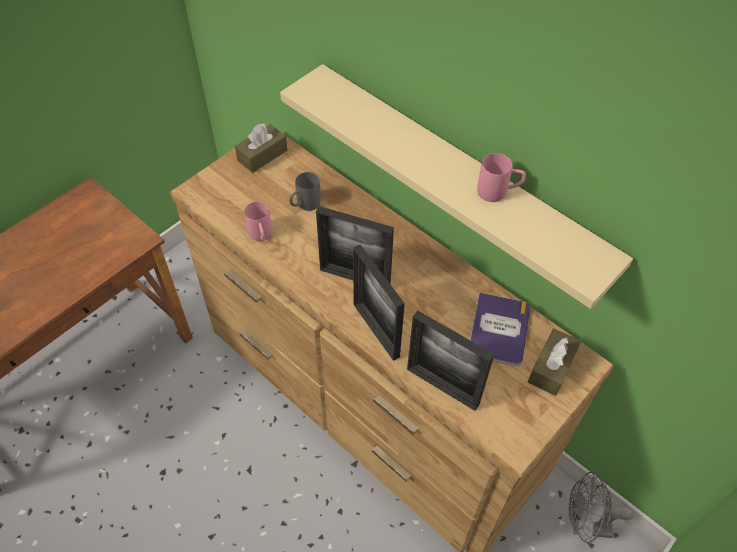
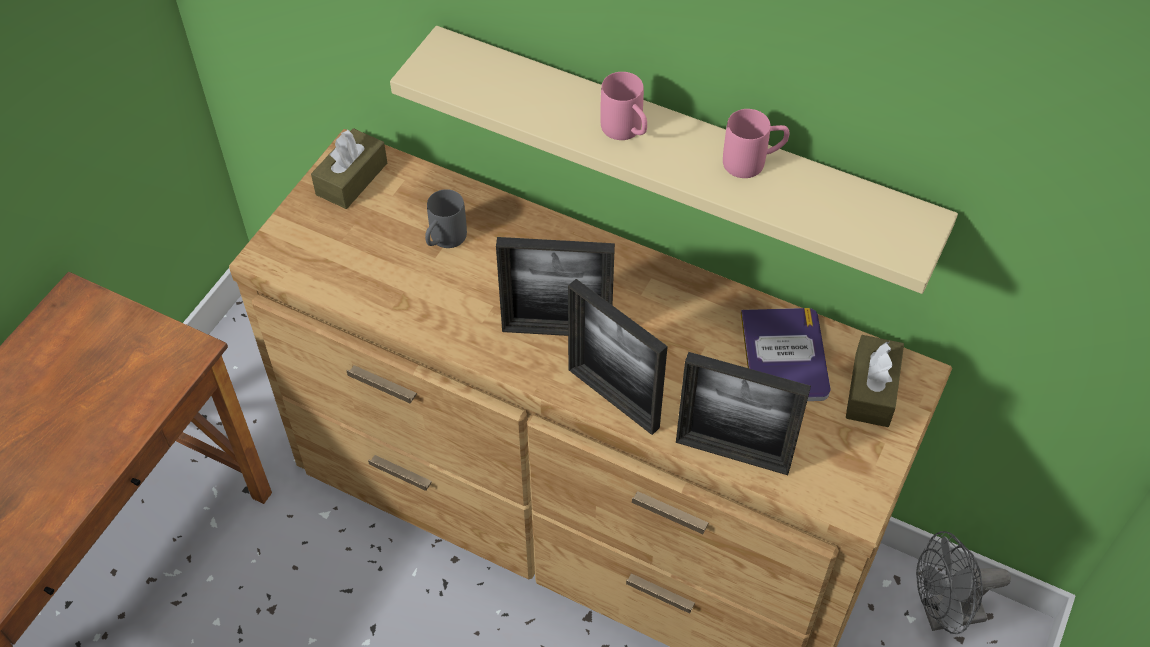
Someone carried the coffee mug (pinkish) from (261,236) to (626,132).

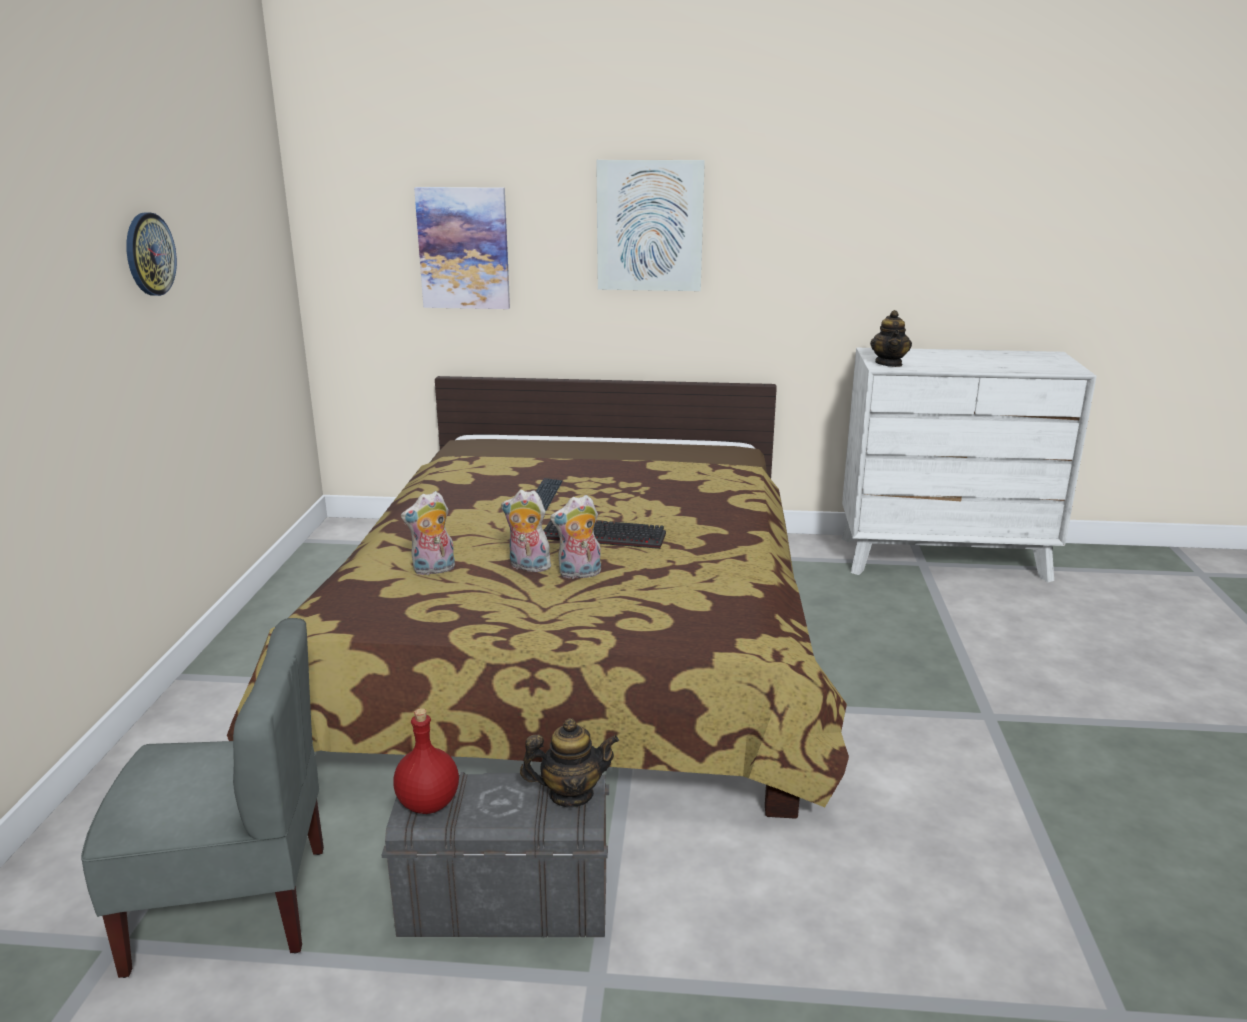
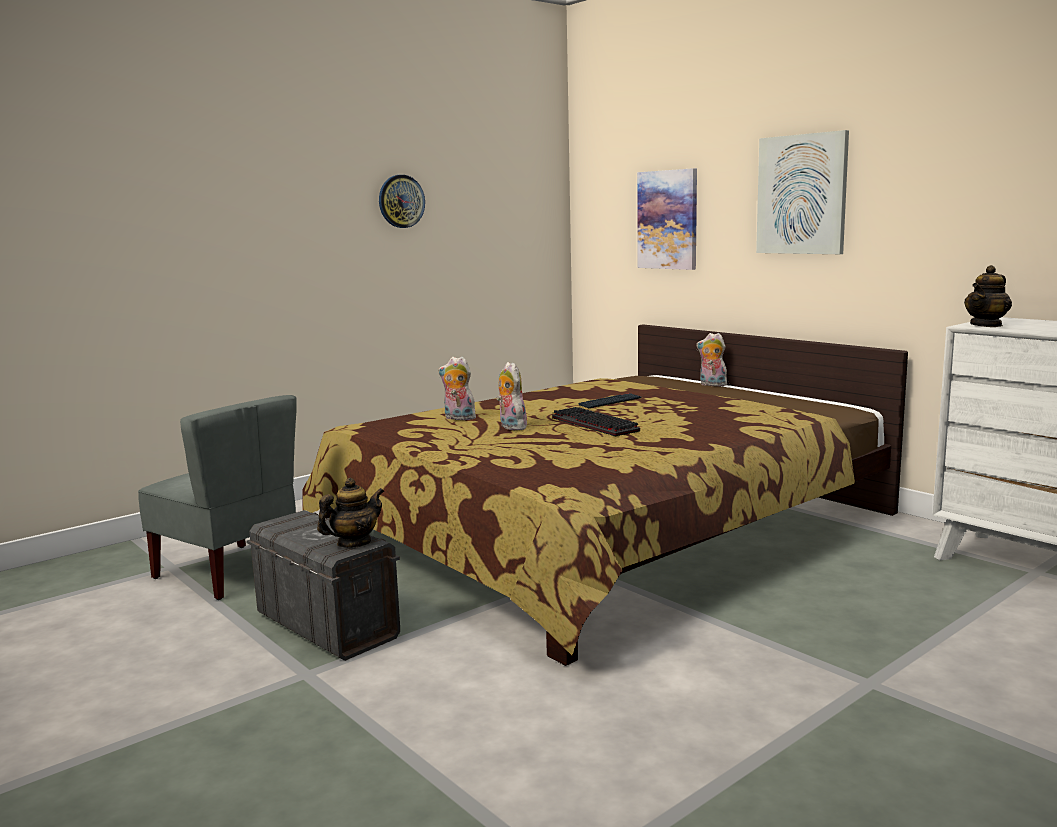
Someone carried the cuddly toy from (579,574) to (711,385).
Someone took away the beverage bottle (red-coloured) at (429,803).
Someone rotated the tea pot at (570,794) by 75 degrees counterclockwise.

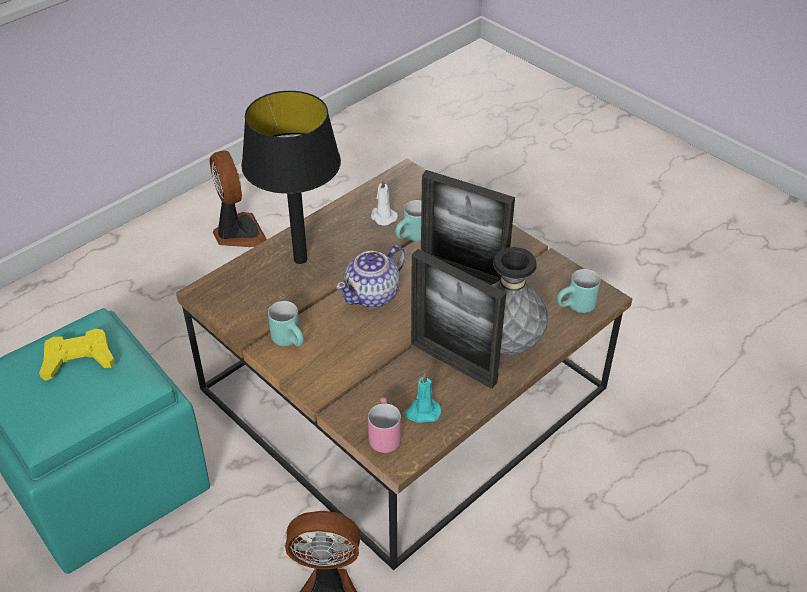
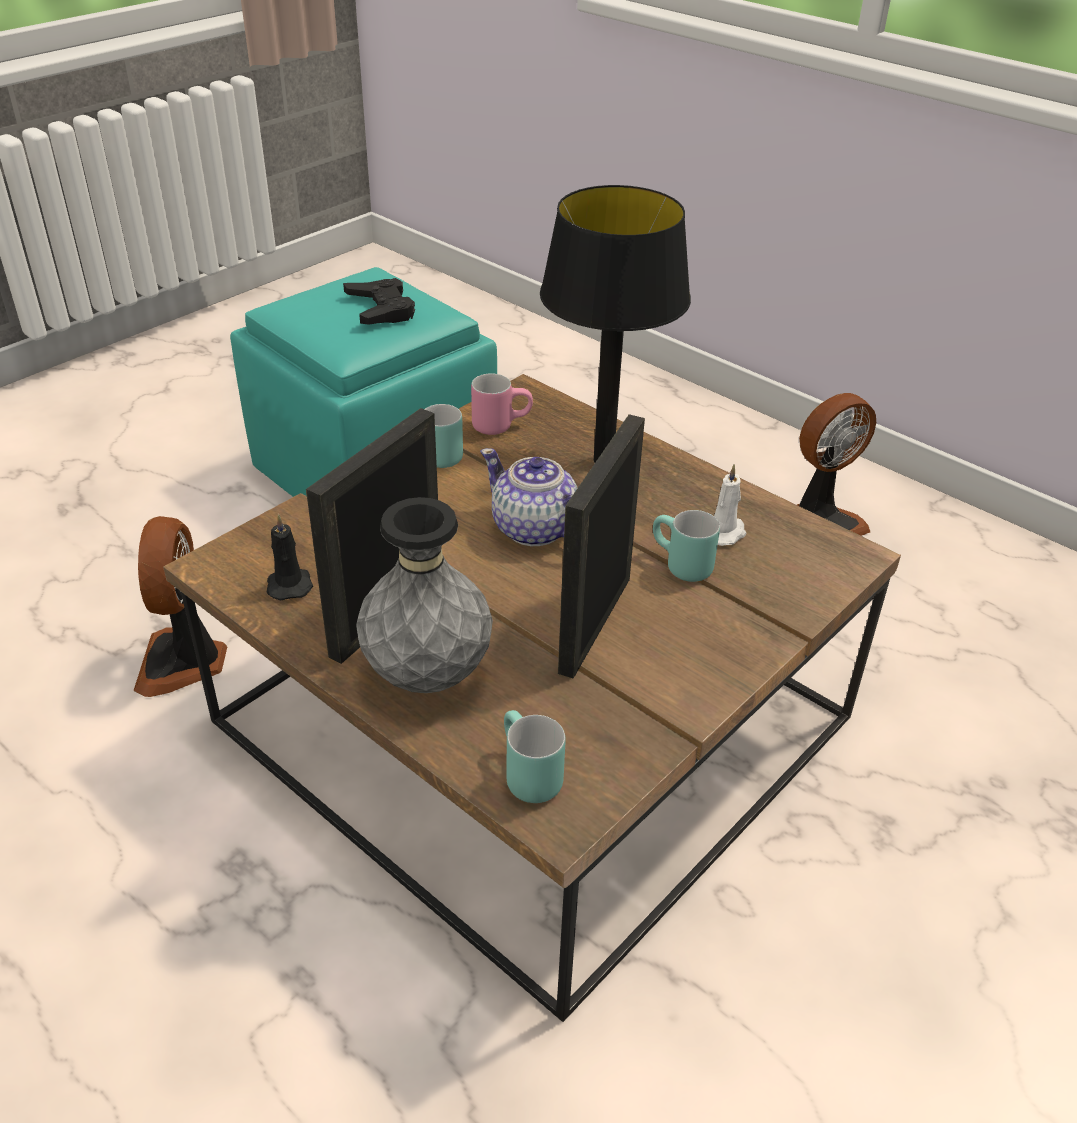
Someone repainted the joypad (yellowish) at (78,359), which became the joypad (blackish) at (381,309).
Someone repainted the wax light (turquoise) at (422,412), which became the wax light (blackish) at (289,584).
Someone carried the coffee mug (pinkish) from (382,435) to (500,424).

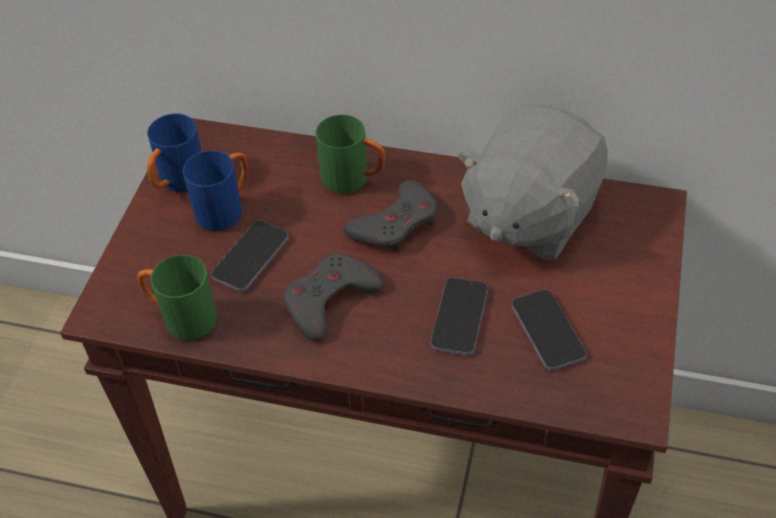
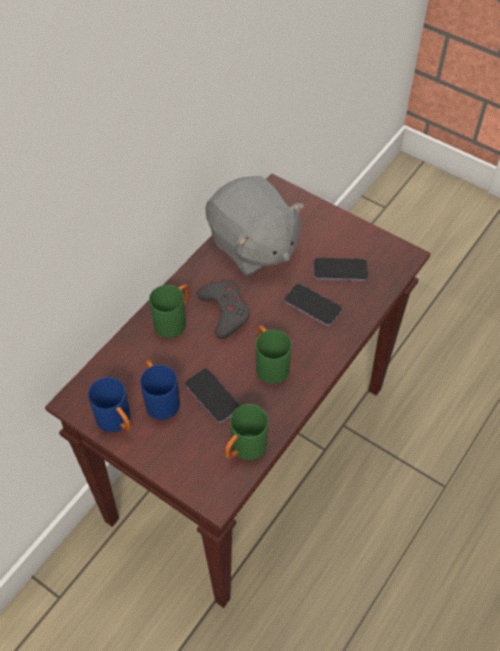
Someone swapped the joypad (greyish) at (330,300) for the coffee mug (green-coloured) at (269,364).

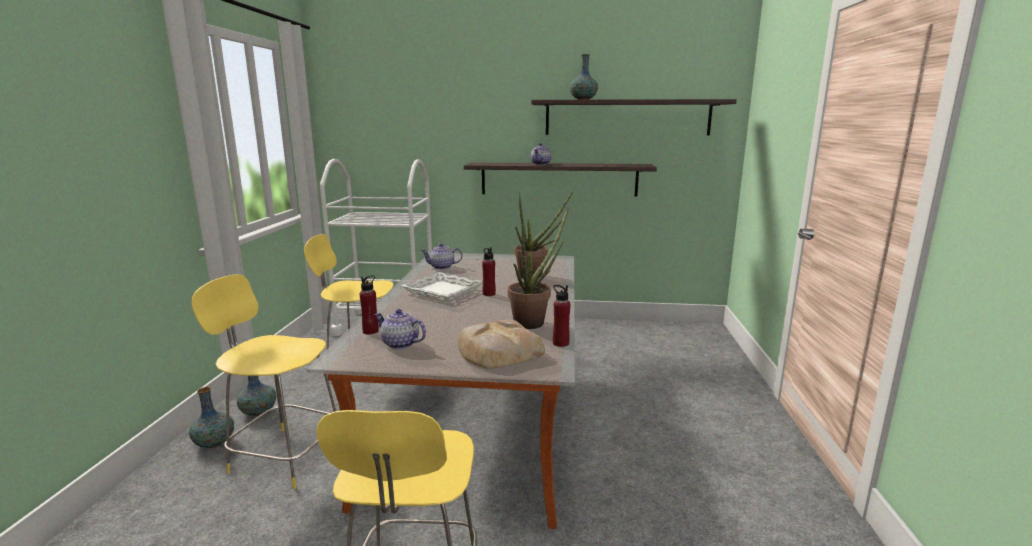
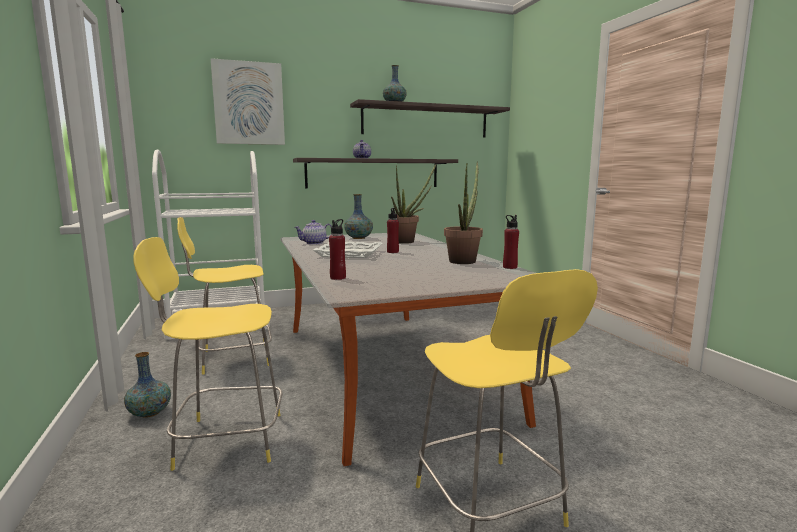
Someone took away the tea pot at (400,344).
Someone took away the bread at (498,351).
Someone carried the decorative vase from (214,443) to (358,238).
Someone put up the picture at (249,103).

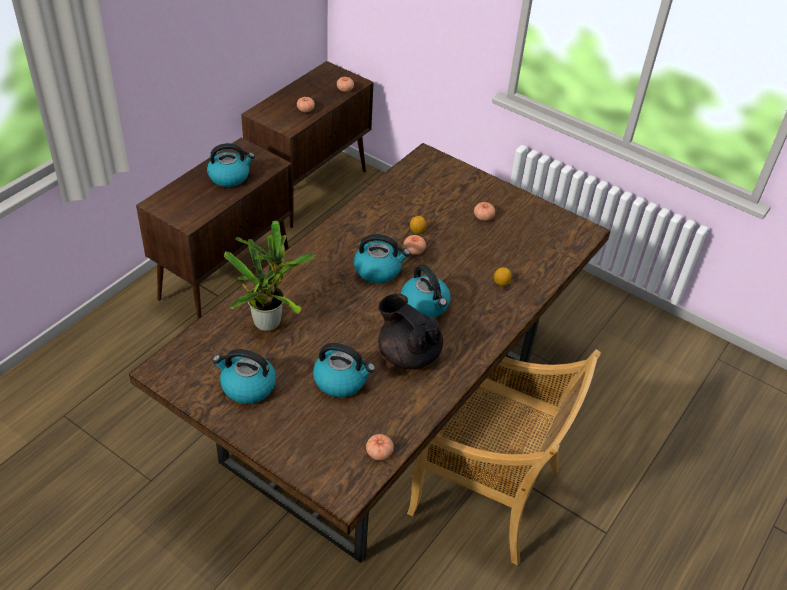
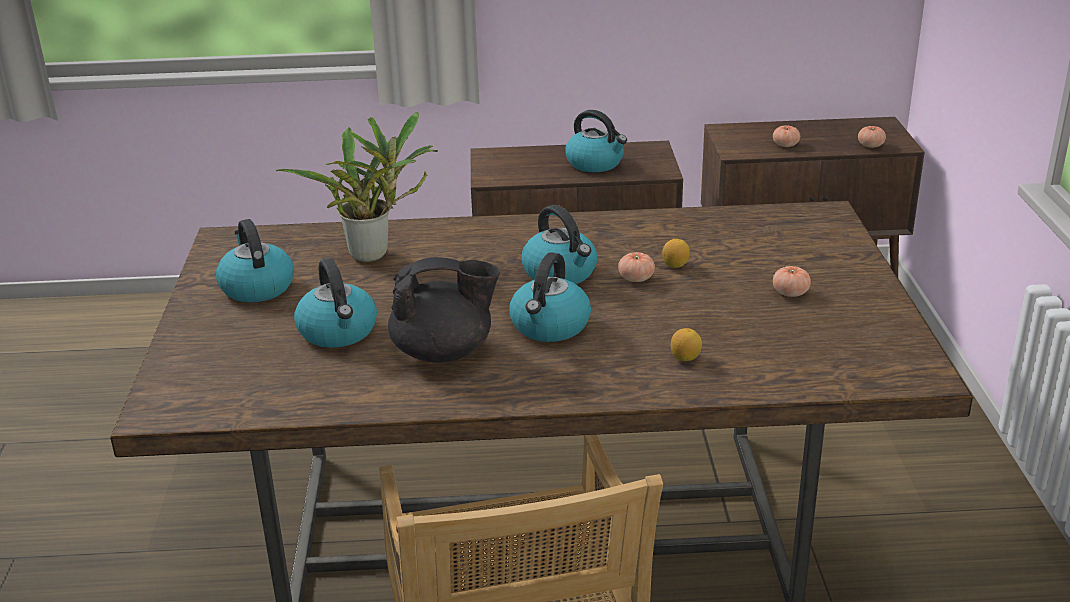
Someone rotated the tea pot (blackish) at (408,354) by 75 degrees clockwise.
Someone took away the fresh tomato at (379,452).

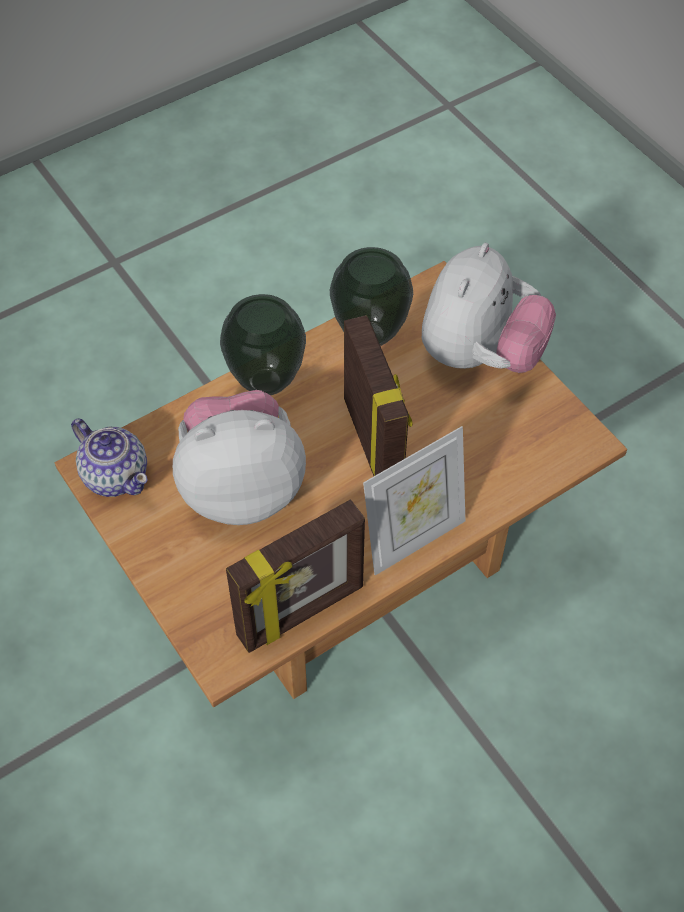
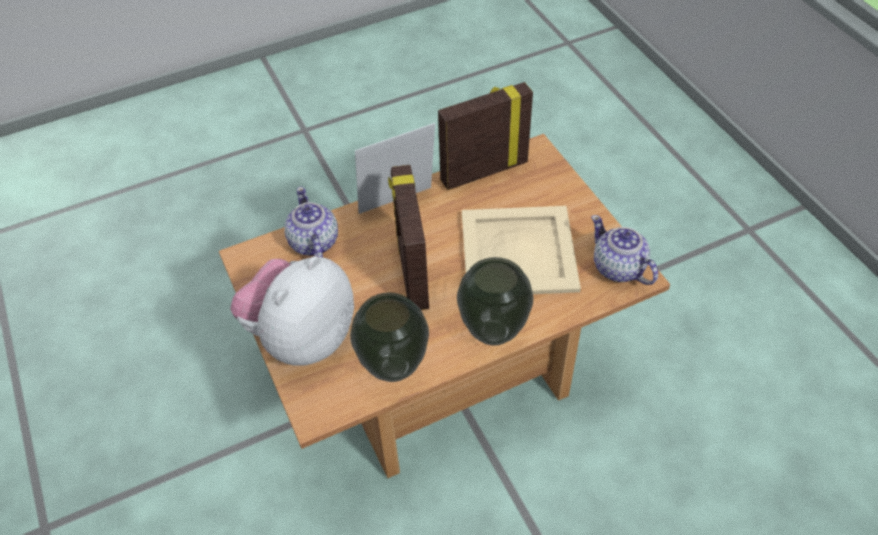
Someone swapped the cuddly toy at (241,487) for the carrying tray (beige) at (519,250).
Someone put down the tea pot at (313,243).

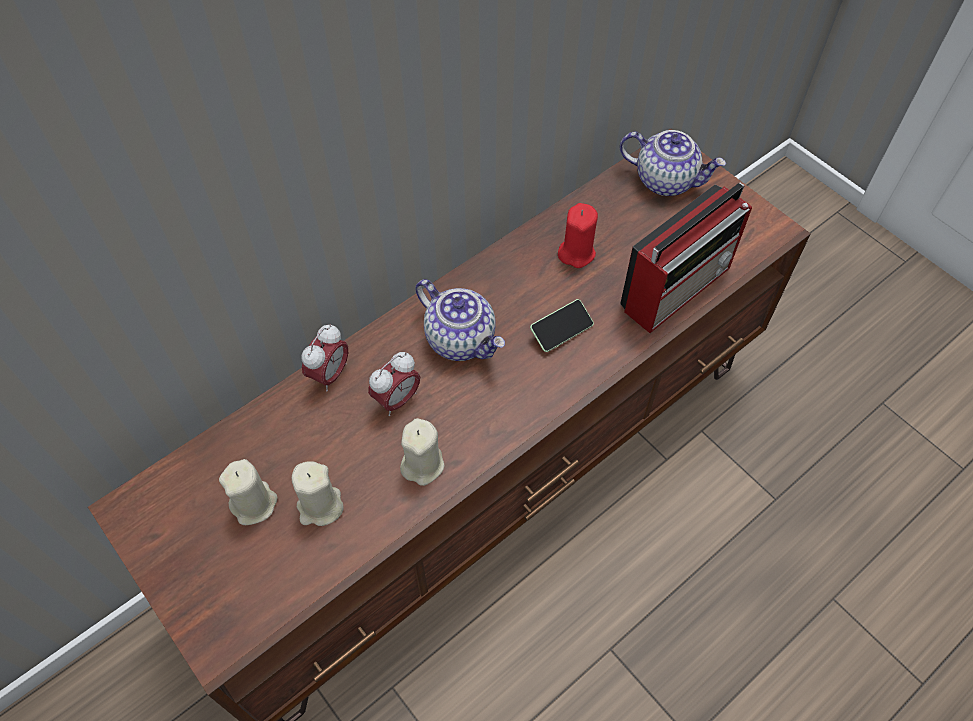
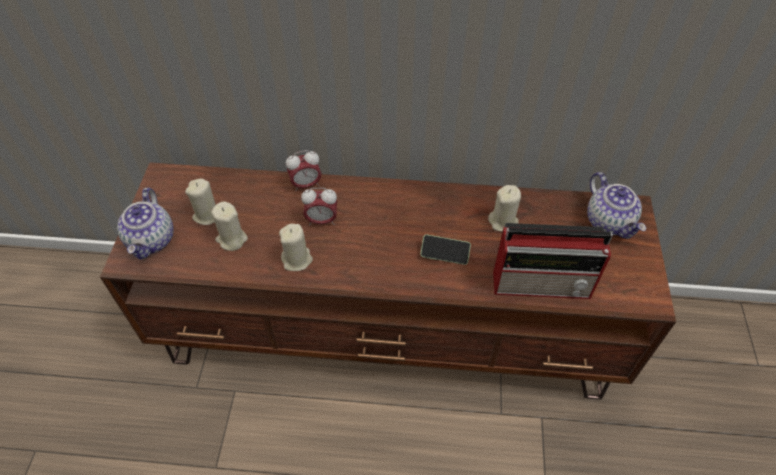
Someone repainted the wax light (red-coloured) at (576,253), which became the wax light (beige) at (503,221).
Someone carried the tea pot from (461,339) to (152,240).

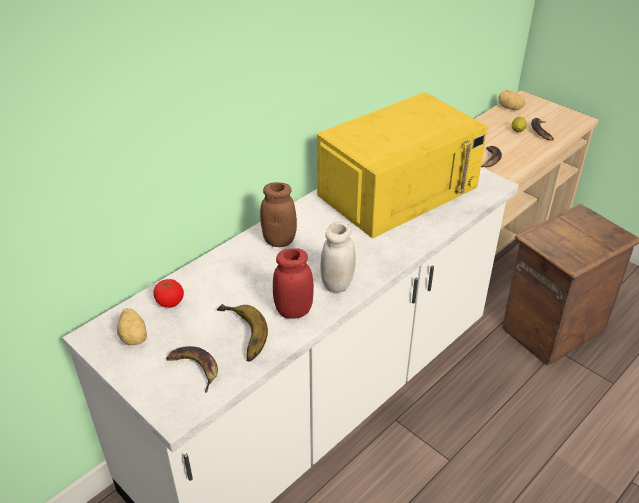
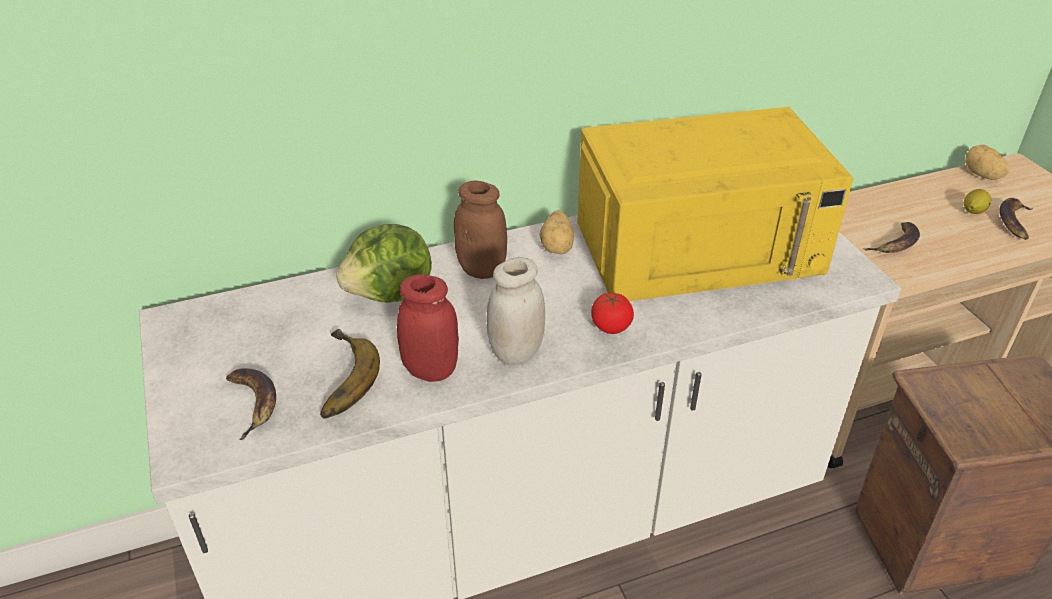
Someone carried the fresh tomato from (170,302) to (611,326).
Someone carried the spud from (134,336) to (558,246).
Someone put down the head of lettuce at (391,294).

